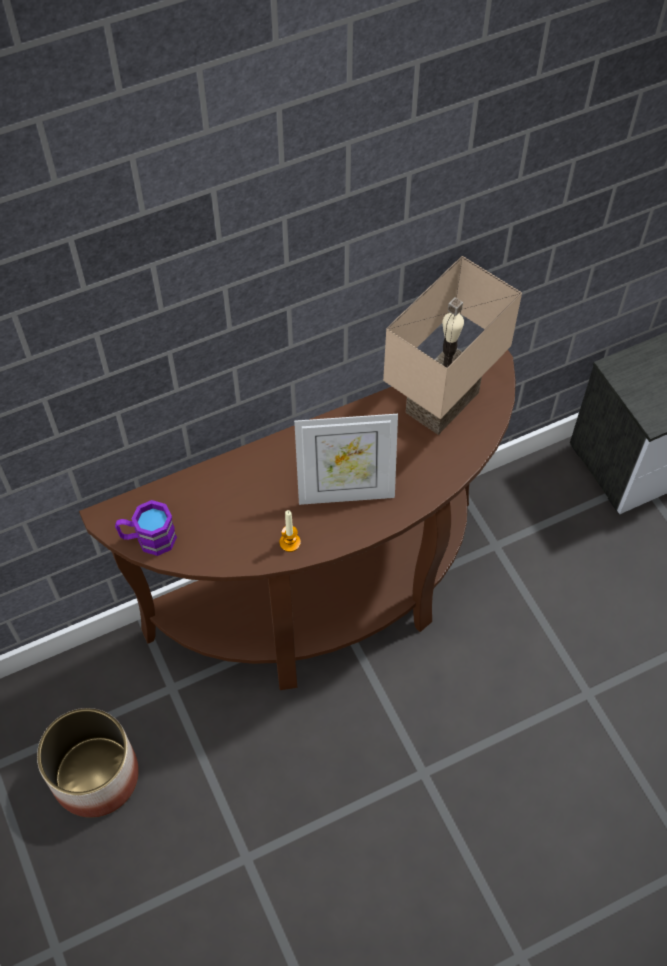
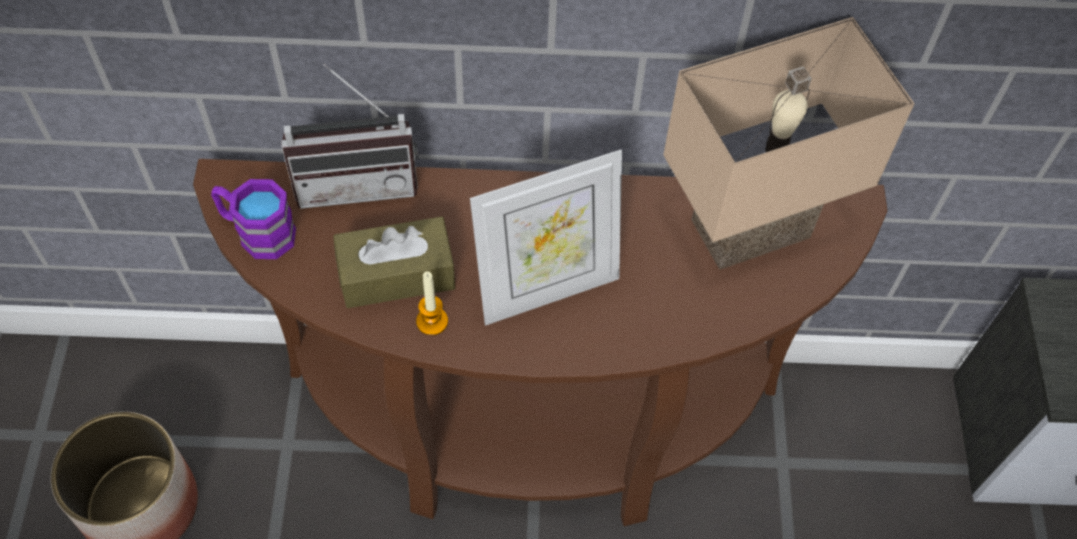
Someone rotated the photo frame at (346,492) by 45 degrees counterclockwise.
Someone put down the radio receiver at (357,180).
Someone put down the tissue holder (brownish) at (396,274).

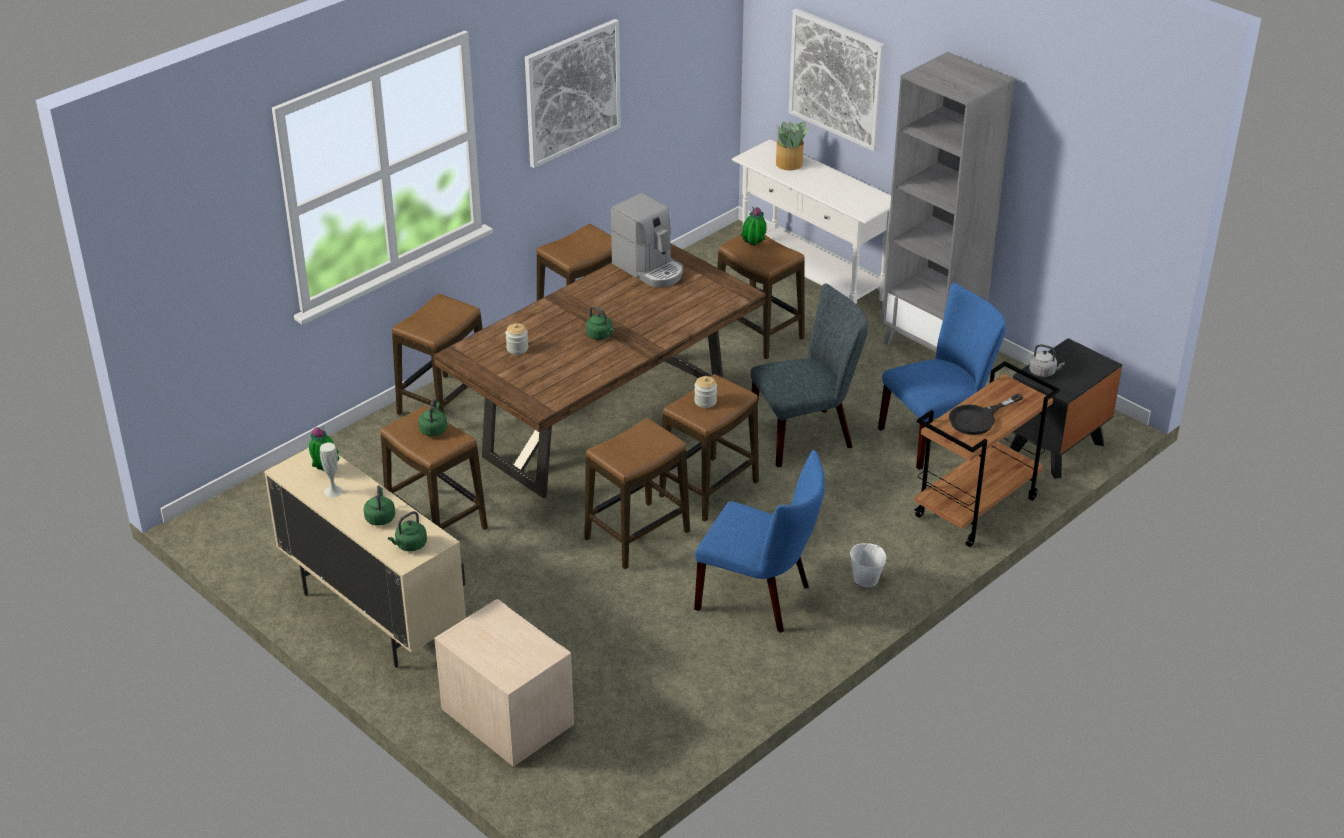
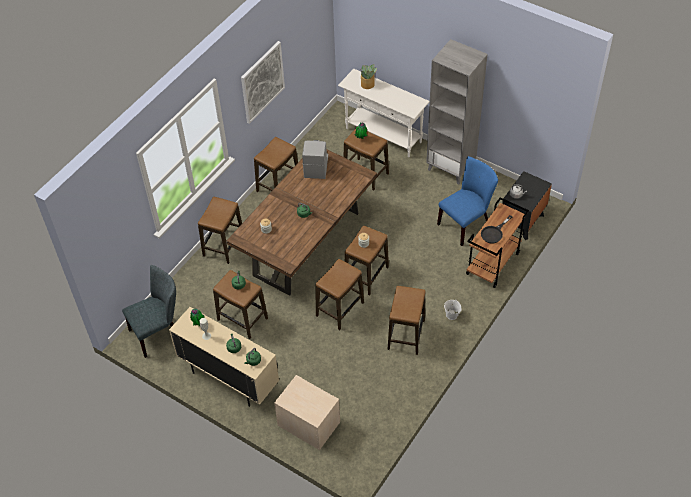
Someone took away the picture at (837,78).
Someone rotated the coffee brewer at (649,269) by 120 degrees counterclockwise.
Someone carried the upright chair (greyish) from (807,435) to (159,332).
Someone swapped the upright chair (bluish) at (760,598) for the sitting stool at (406,335).

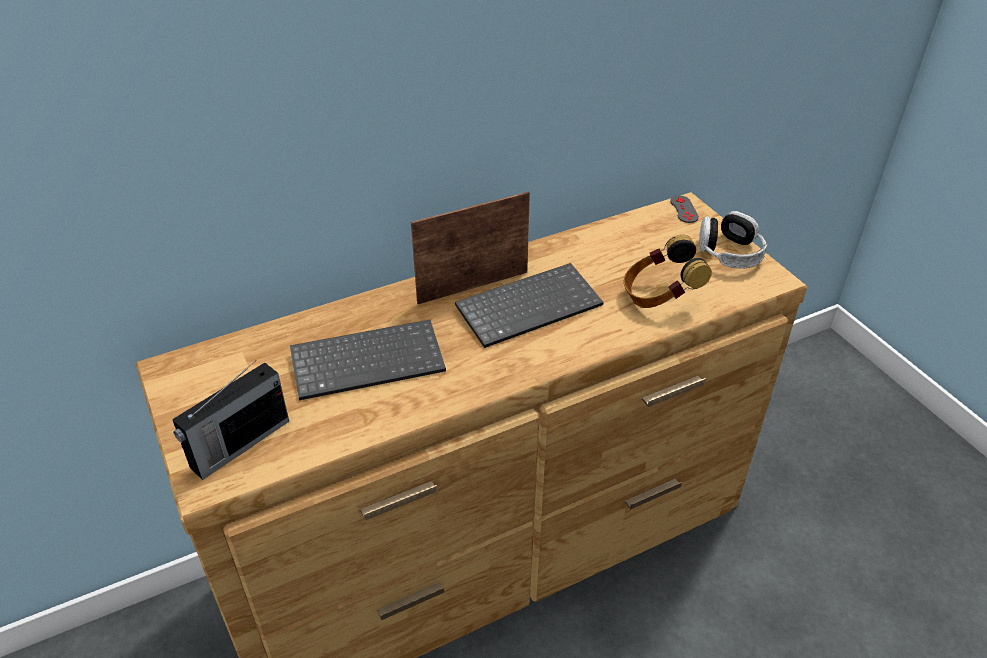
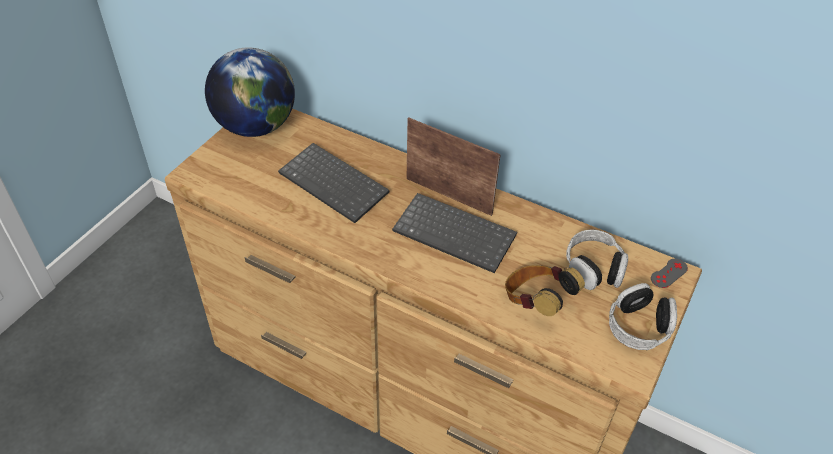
Someone took away the radio receiver at (238,445).
Someone put down the desk globe at (255,126).
Someone put down the headset at (594,267).

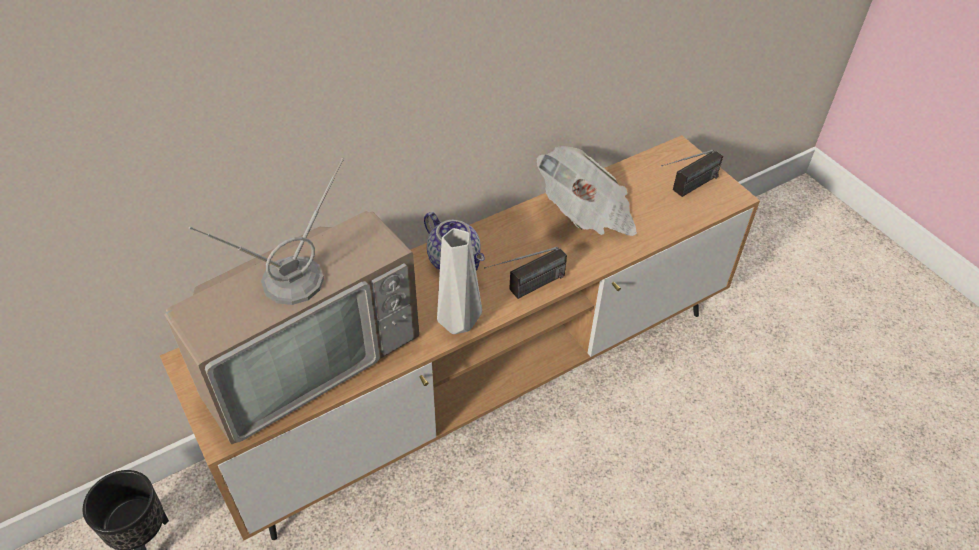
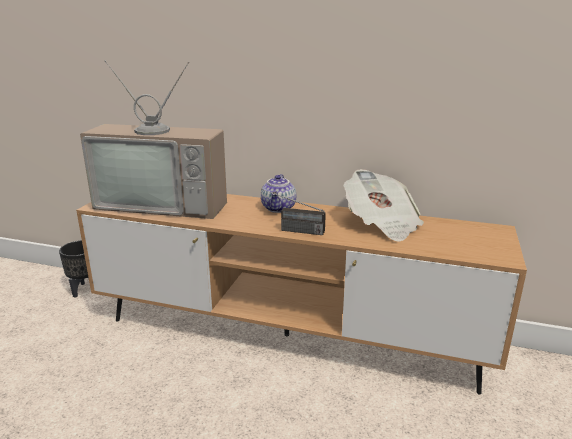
Someone took away the radio receiver at (686,189).
Someone took away the decorative vase (greyish) at (460,323).

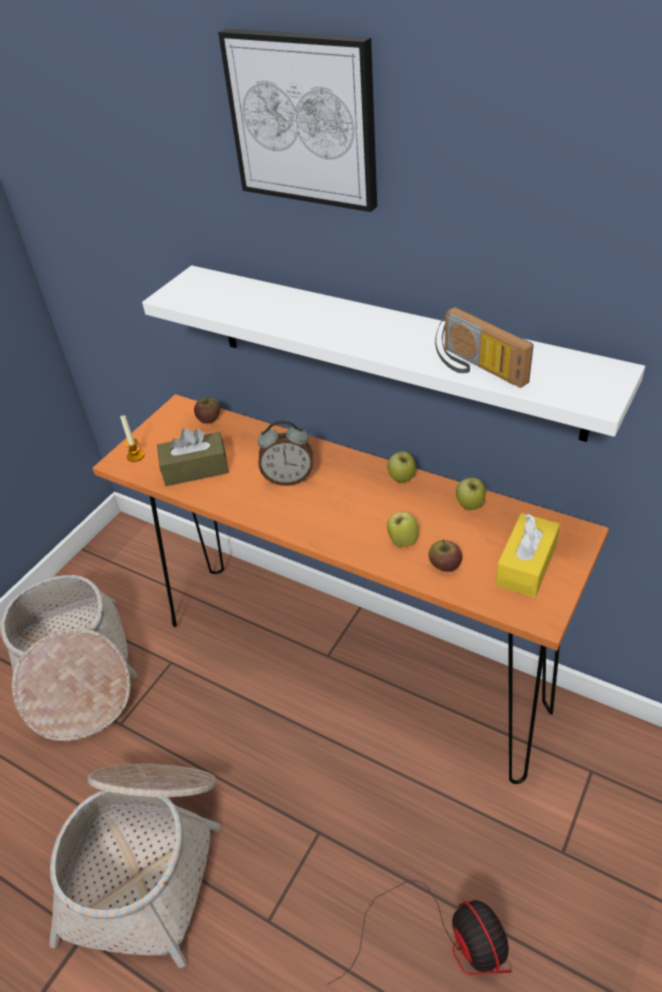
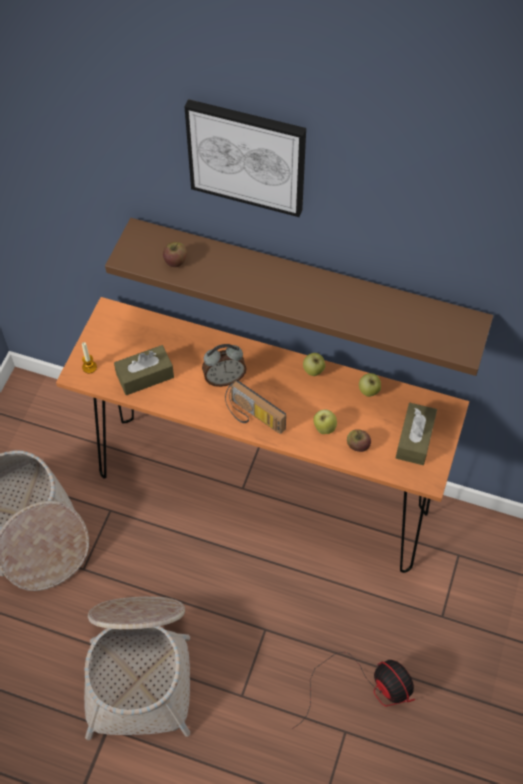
Someone repainted the shelf (whitish) at (390,349), which became the shelf (brownish) at (305,286).
Someone carried the radio receiver from (476,368) to (252,417).
Someone carried the apple fruit from (209,419) to (175,261).
Someone repainted the tissue holder (yellowish) at (526,565), which became the tissue holder (brownish) at (414,439).

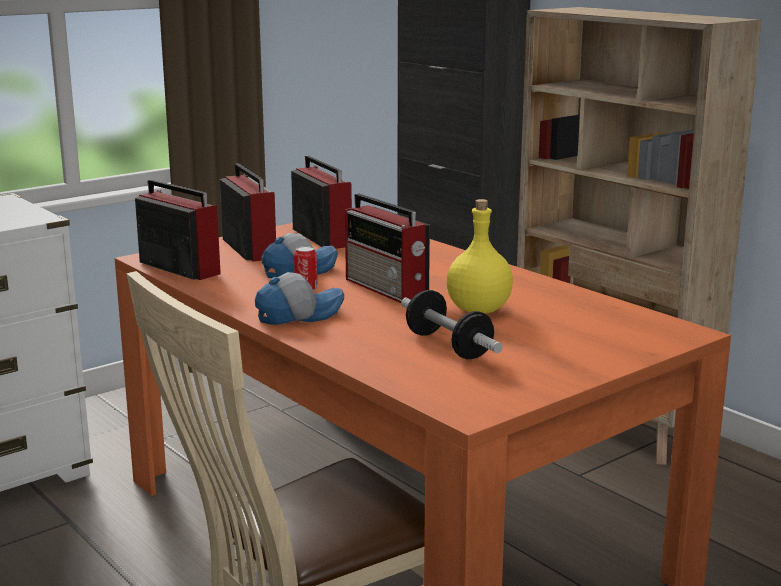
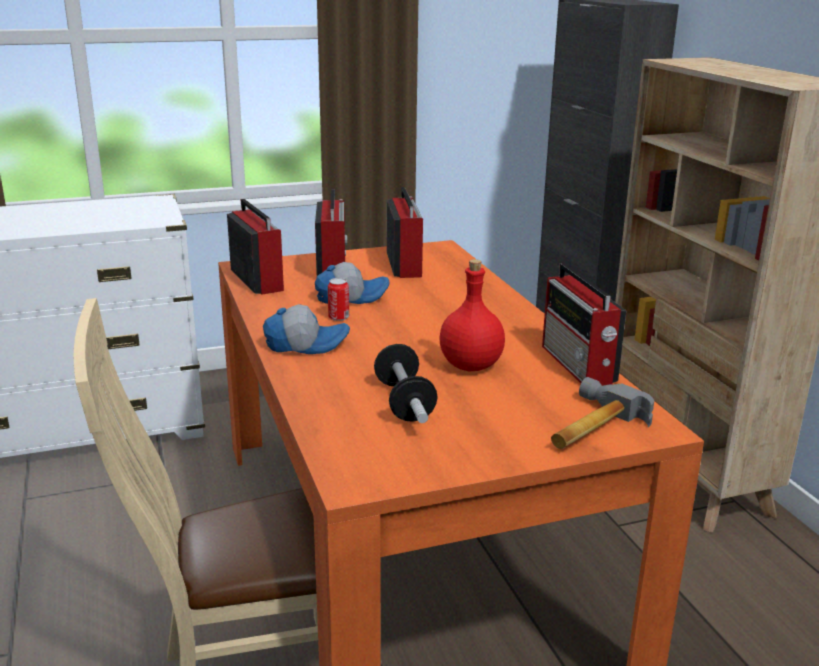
Someone carried the radio receiver from (387,289) to (578,365).
Someone repainted the beverage bottle (yellowish) at (478,309), which became the beverage bottle (red-coloured) at (470,365).
Someone put down the hand hammer at (589,427).

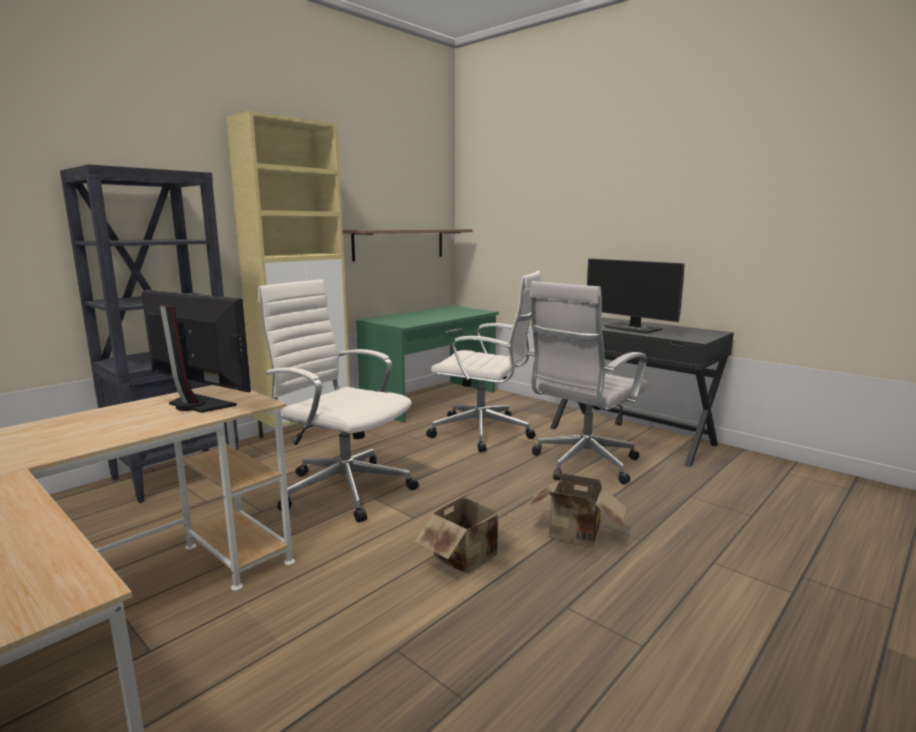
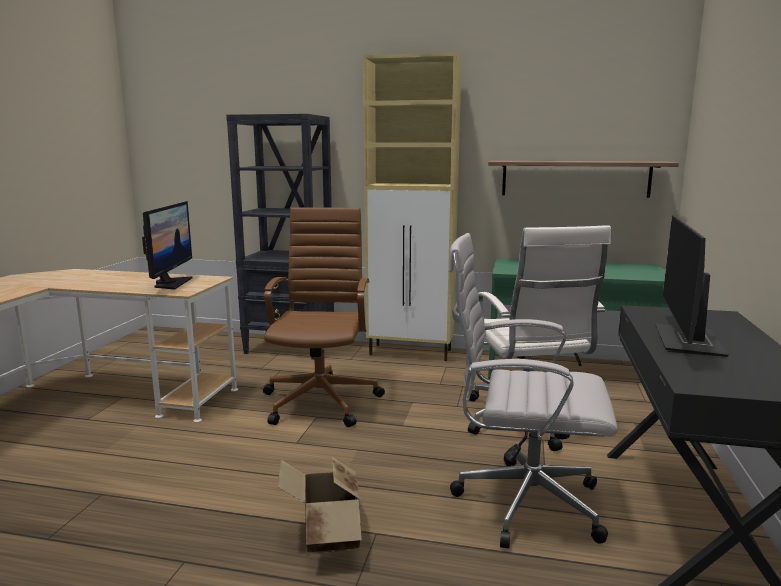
Someone repainted the office chair (whitish) at (343,488), which became the office chair (brownish) at (322,400).
Someone took away the carton at (470,558).

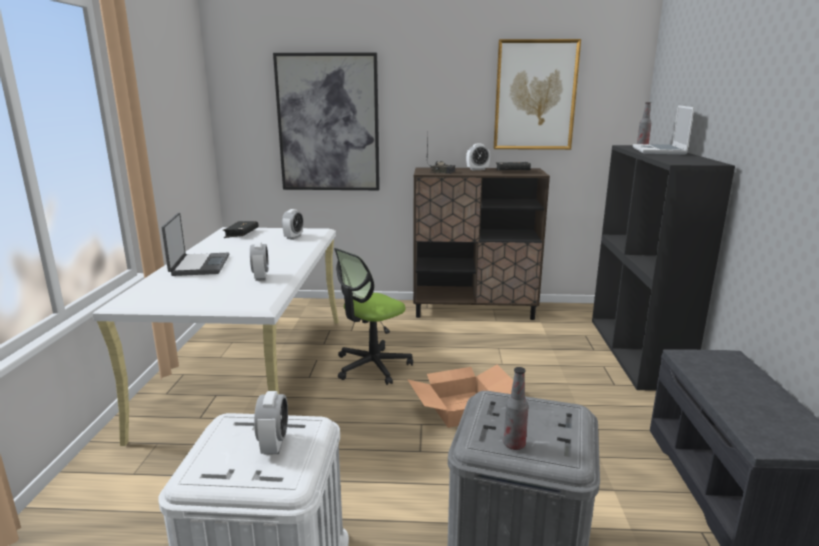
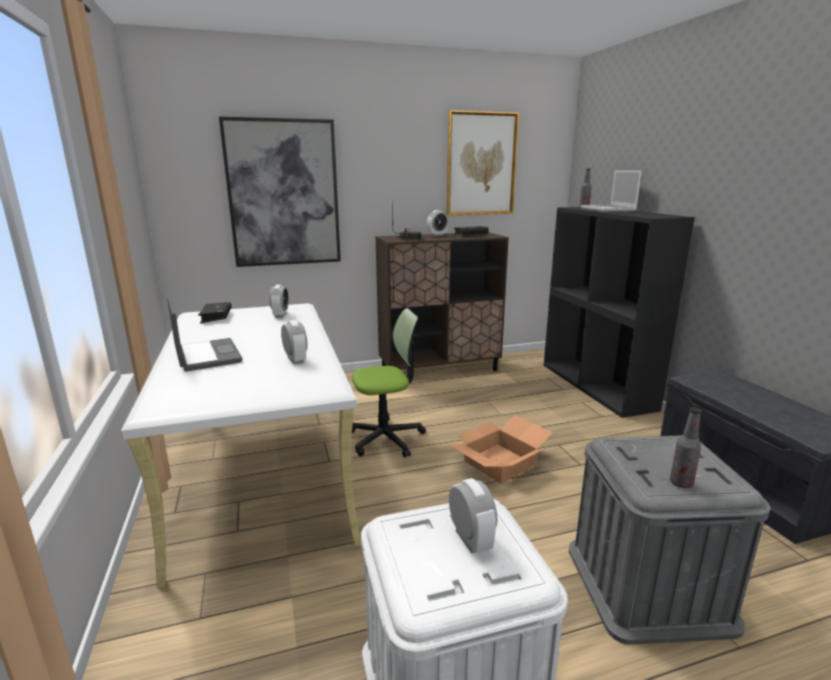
Someone rotated the office chair at (372,366) by 135 degrees counterclockwise.

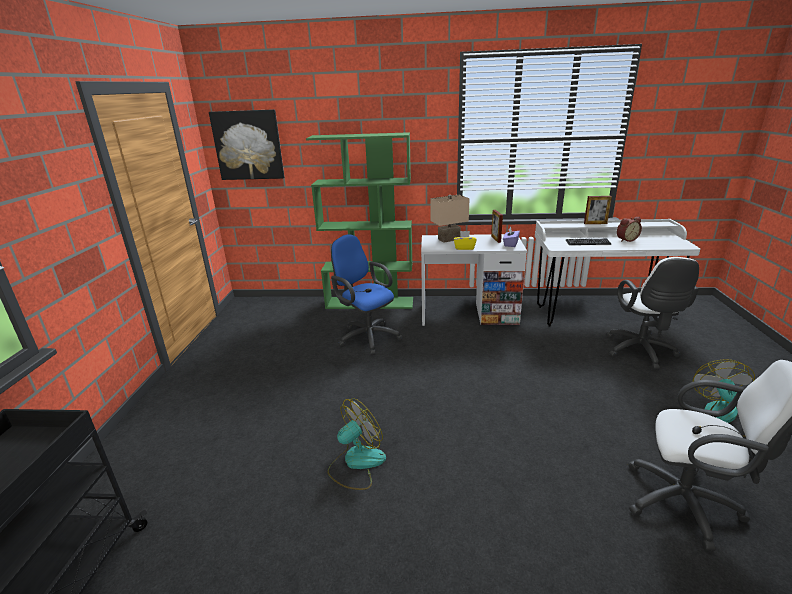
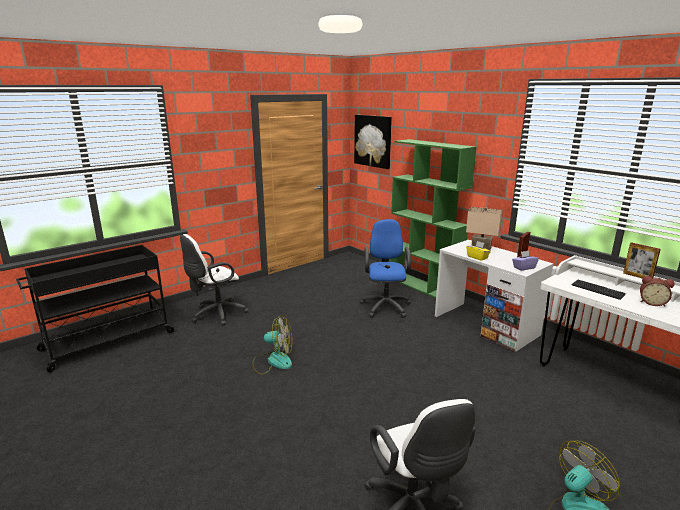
Someone carried the office chair (whitish) from (641,353) to (216,314).

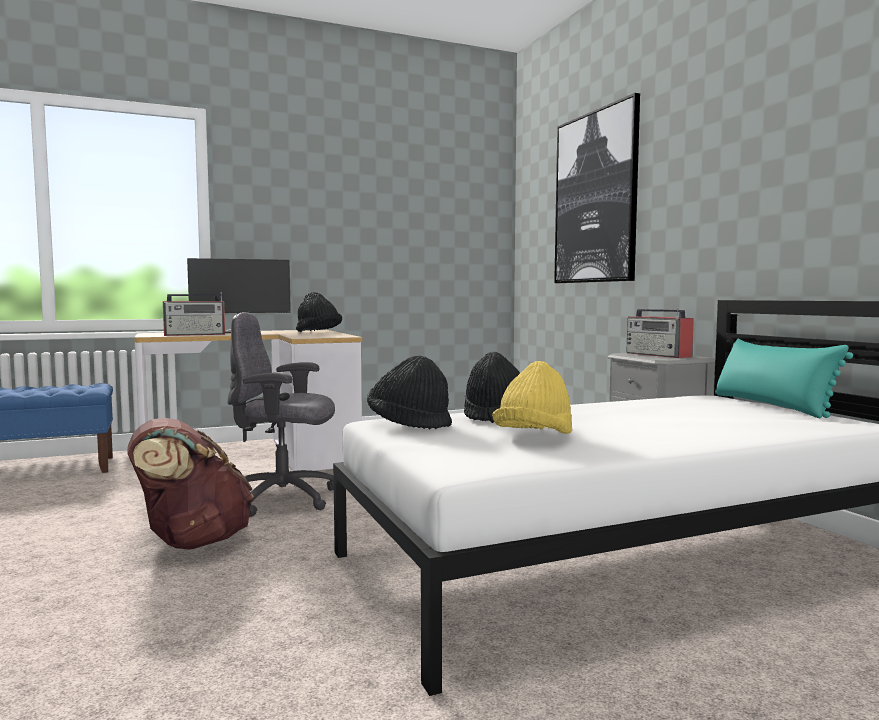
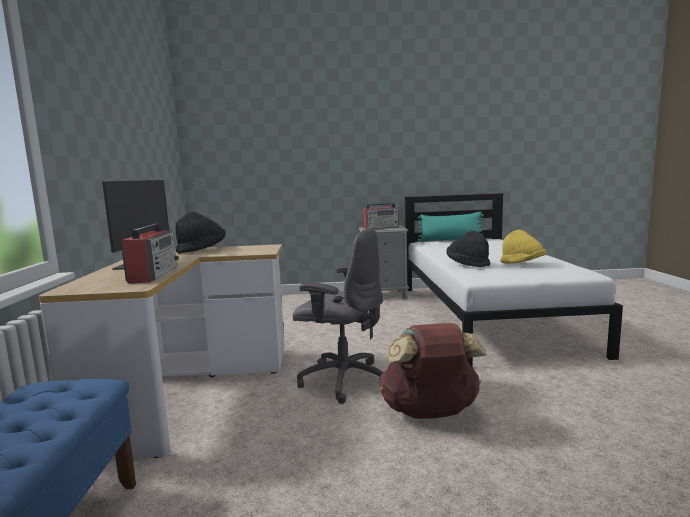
Someone took away the picture at (595,197).
Someone rotated the office chair (greyish) at (284,499) by 90 degrees counterclockwise.
Someone took away the clothing hat (blackish) at (409,424).

